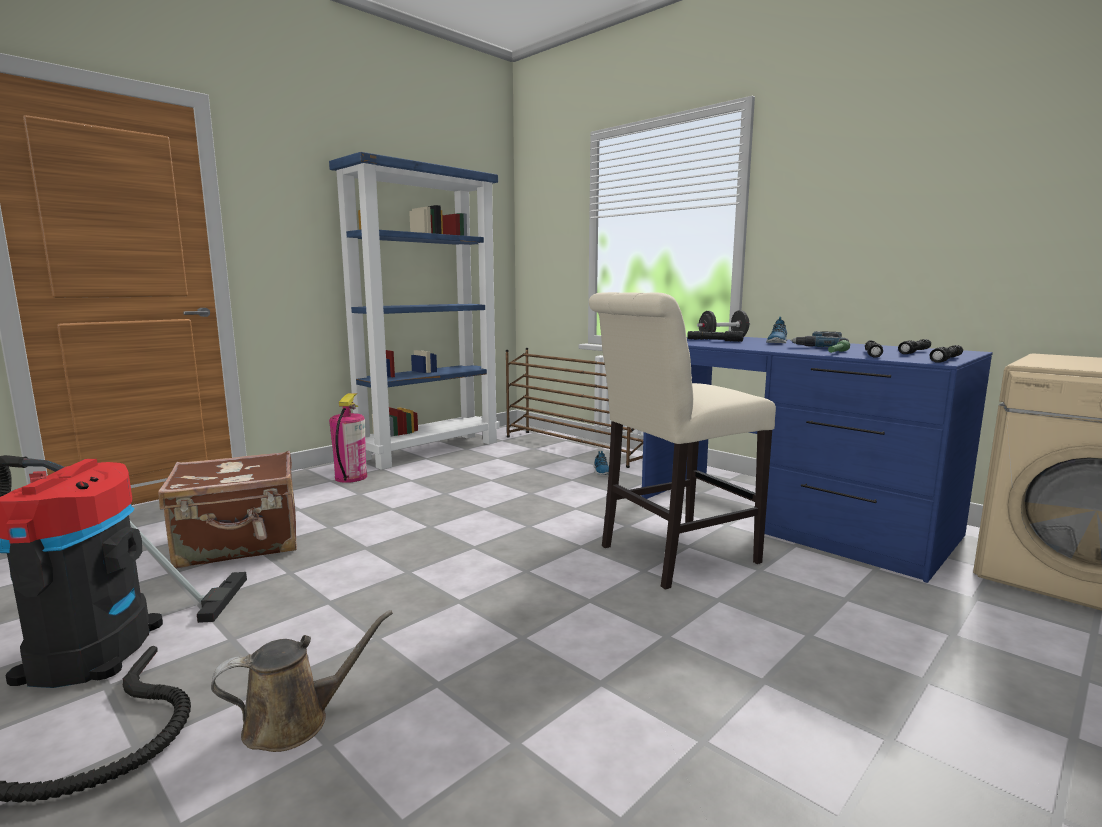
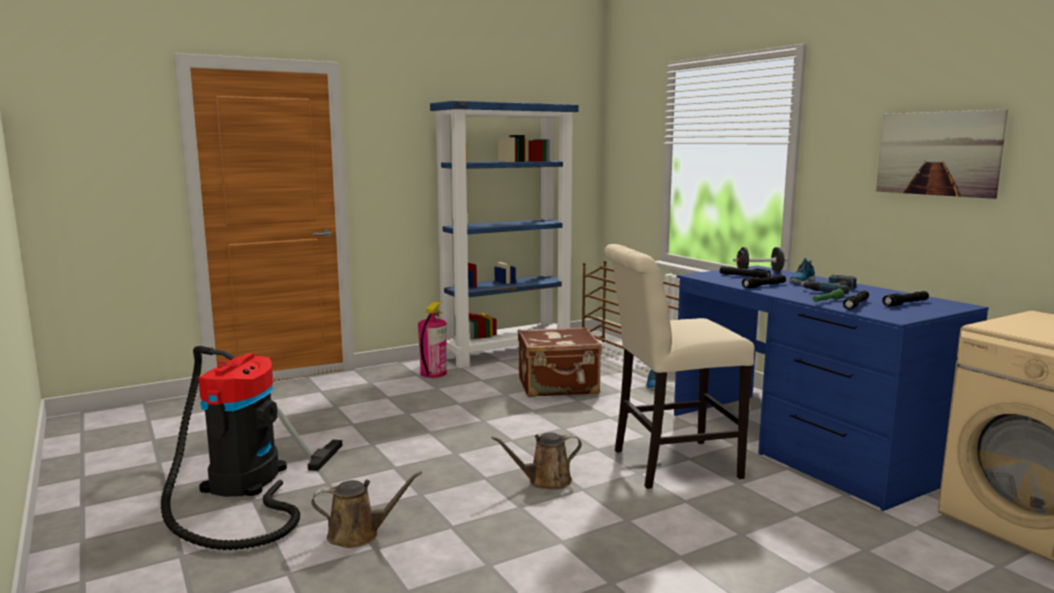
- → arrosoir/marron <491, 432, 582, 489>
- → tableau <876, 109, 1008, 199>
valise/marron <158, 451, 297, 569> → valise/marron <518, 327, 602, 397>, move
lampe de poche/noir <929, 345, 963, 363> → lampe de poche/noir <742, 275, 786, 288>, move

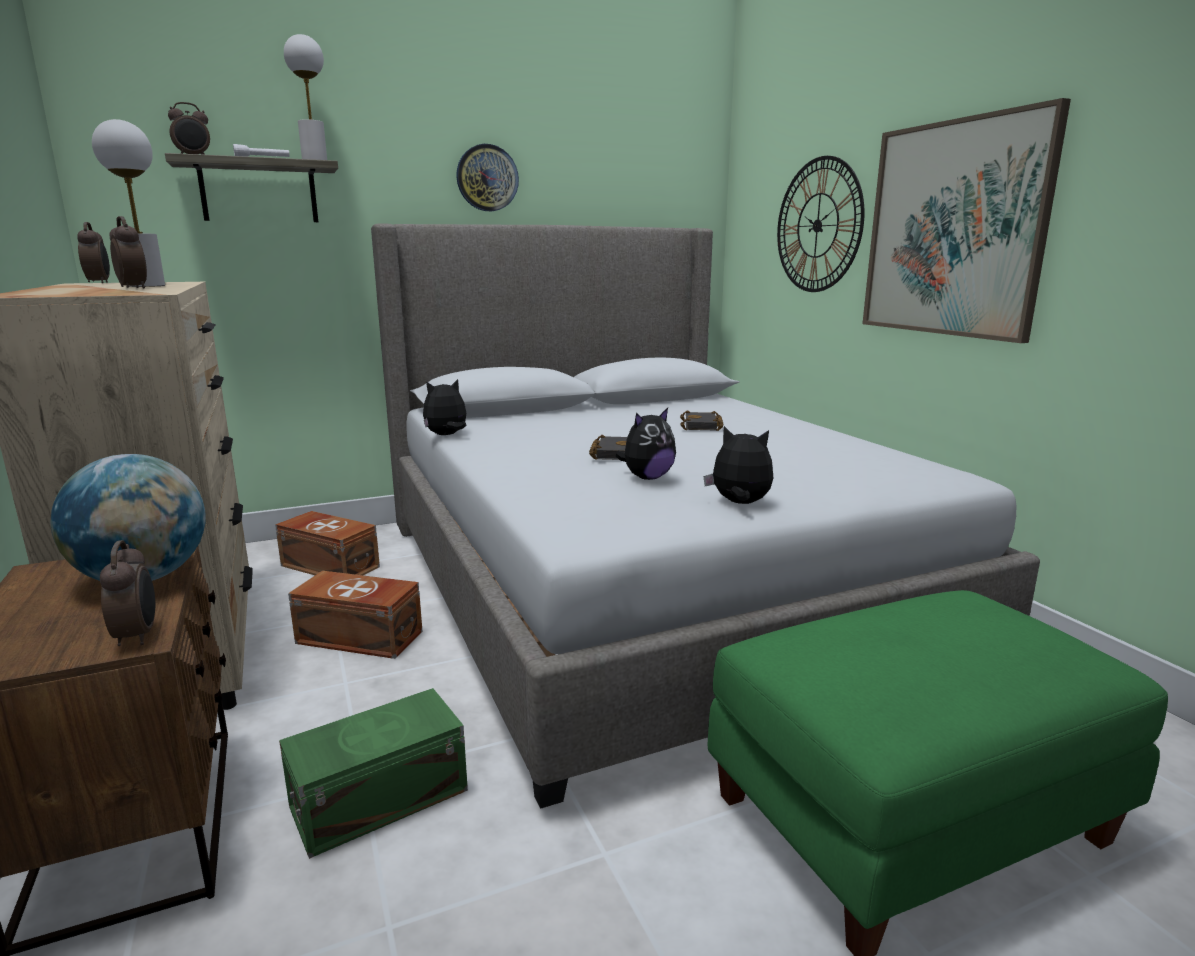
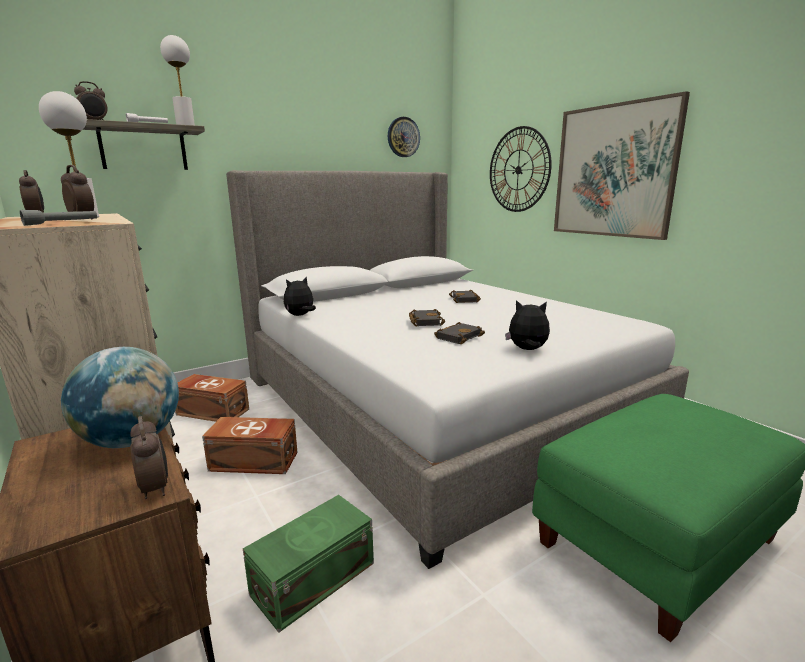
- → lampe de poche/gris <20, 210, 97, 226>
horloge murale <456, 144, 519, 211> → horloge murale <388, 117, 420, 157>, move
peluche <616, 408, 676, 480> → livre/noir <434, 322, 485, 344>

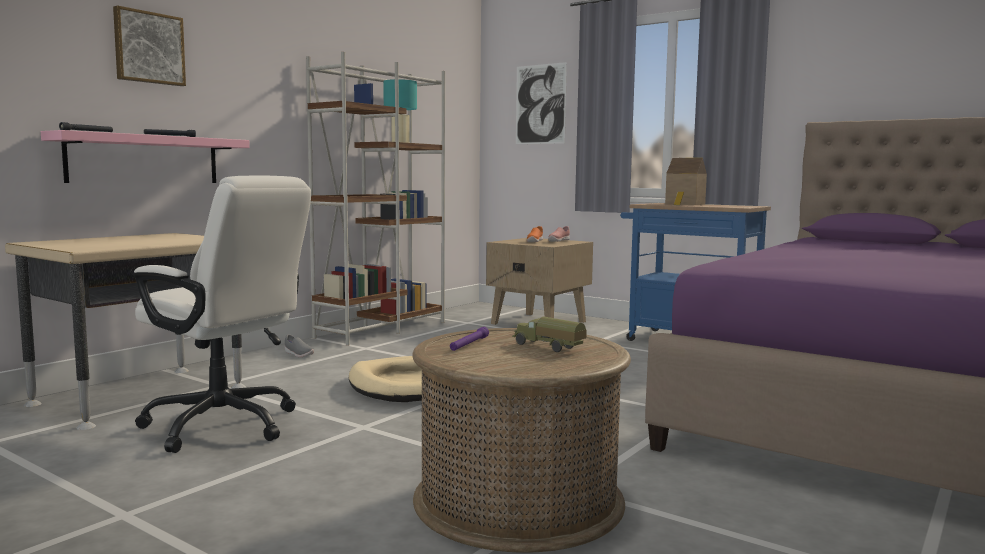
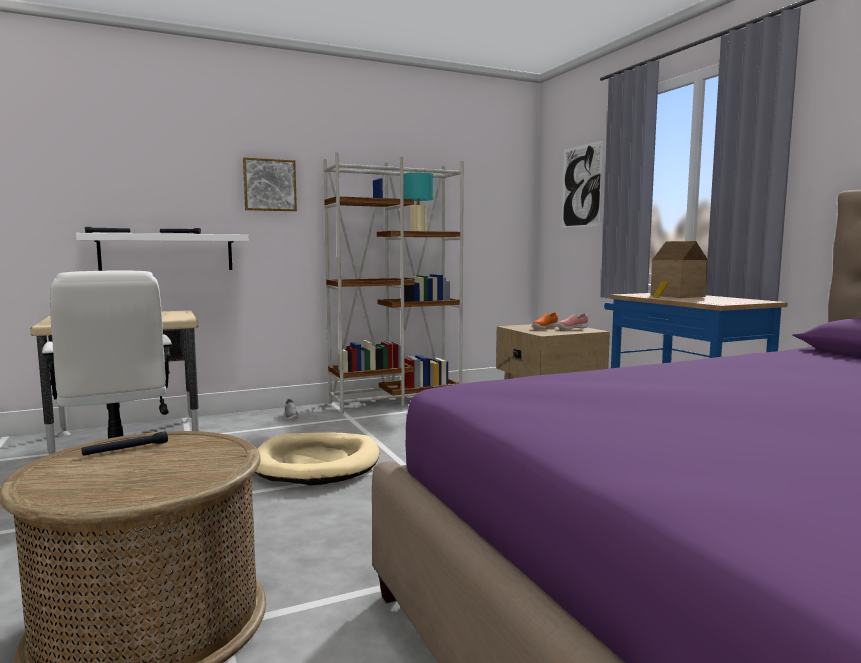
camion jouet <512, 317, 587, 352> → -
tableau <113, 6, 186, 86> → tableau <243, 157, 297, 211>, move
étagère/rose <41, 130, 250, 183> → étagère/blanc <76, 233, 248, 271>
lampe de poche/violet <450, 327, 489, 351> → lampe de poche/noir <82, 431, 168, 456>

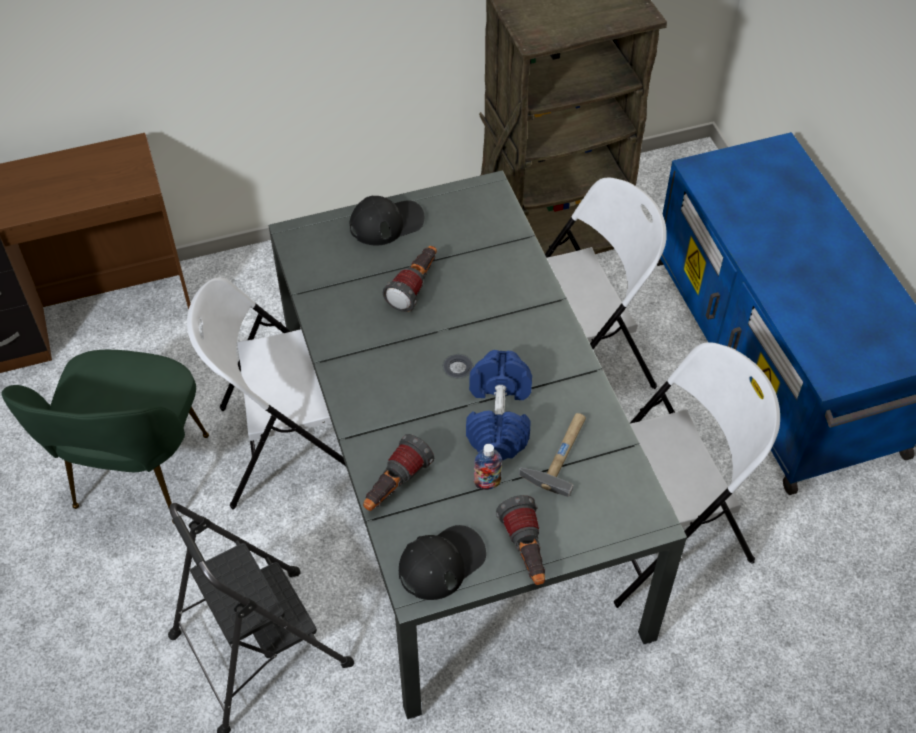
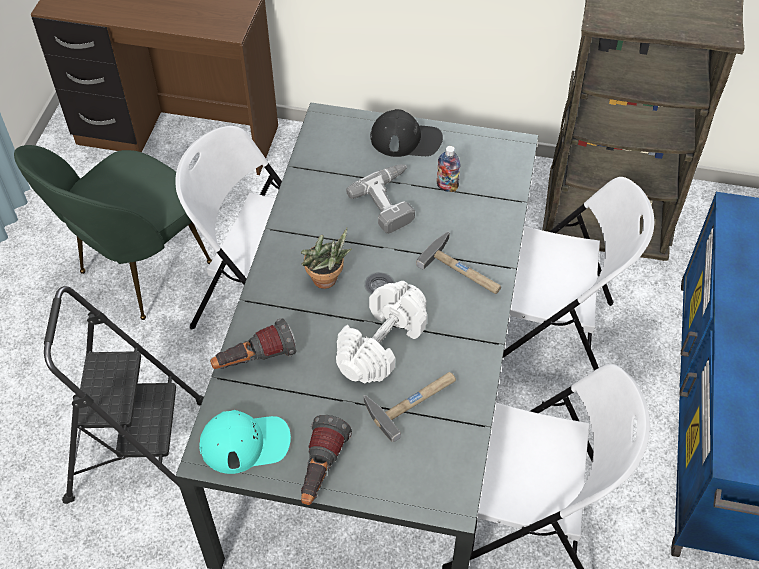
- → plante en pot <301, 228, 352, 289>
- → marteau <416, 231, 501, 294>
bouteille <474, 444, 502, 490> → bouteille <436, 146, 460, 192>, move
lampe de poche <382, 246, 437, 312> → perceuse <346, 164, 415, 234>
casquette/noir <399, 525, 486, 600> → casquette/turquoise <199, 410, 291, 474>
haltère/bleu <466, 350, 532, 460> → haltère/blanc <336, 281, 427, 384>

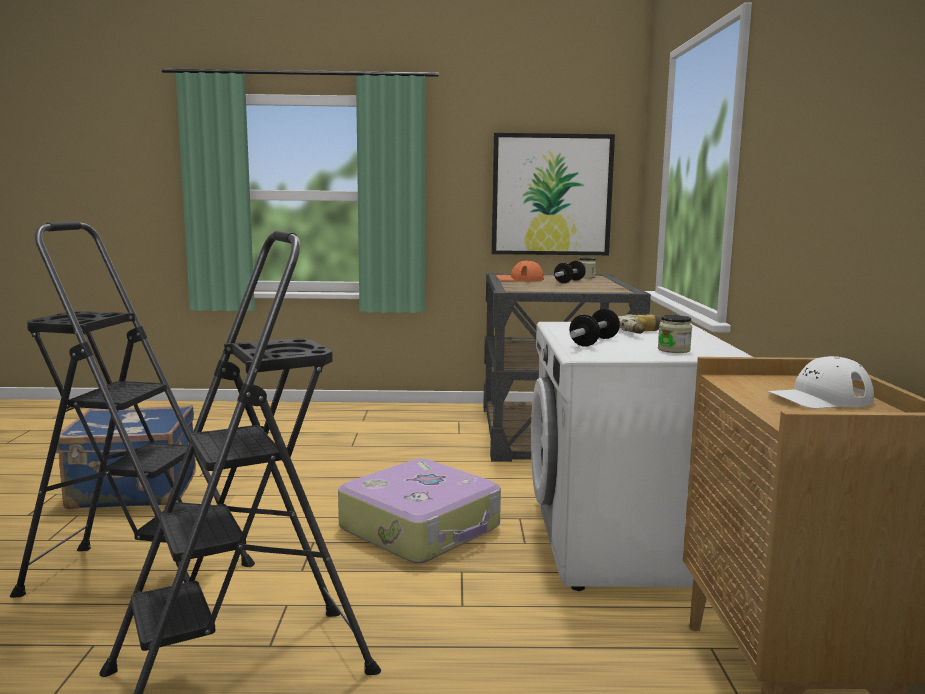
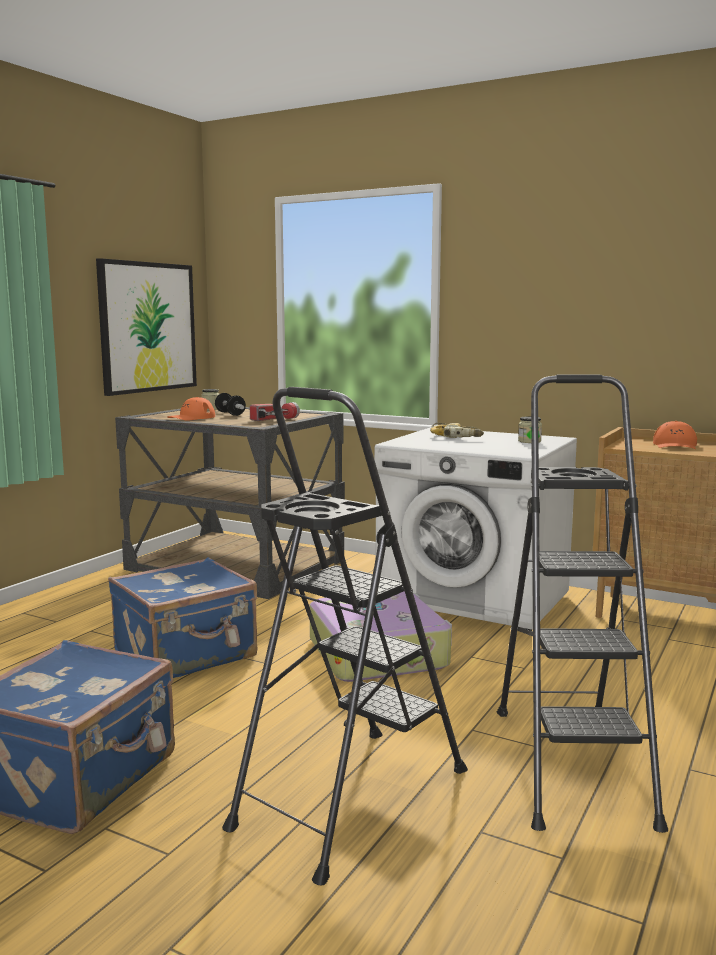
haltère <569, 309, 620, 347> → -
- → valise/bleu <108, 557, 258, 678>
- → lampe de poche <250, 402, 300, 421>
casquette/blanc <767, 356, 874, 409> → casquette/orange <653, 421, 697, 449>

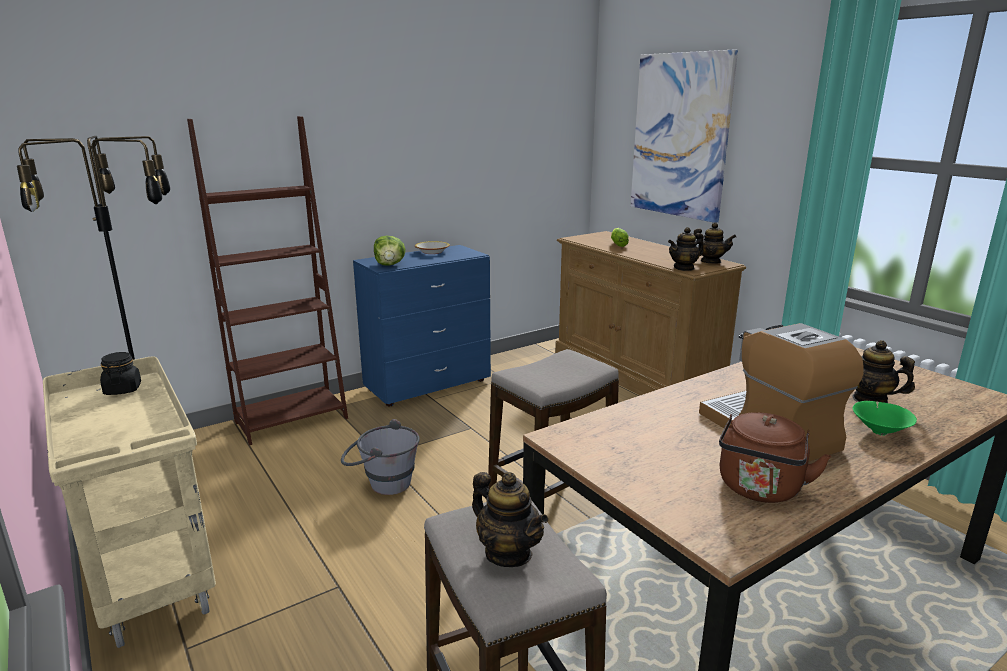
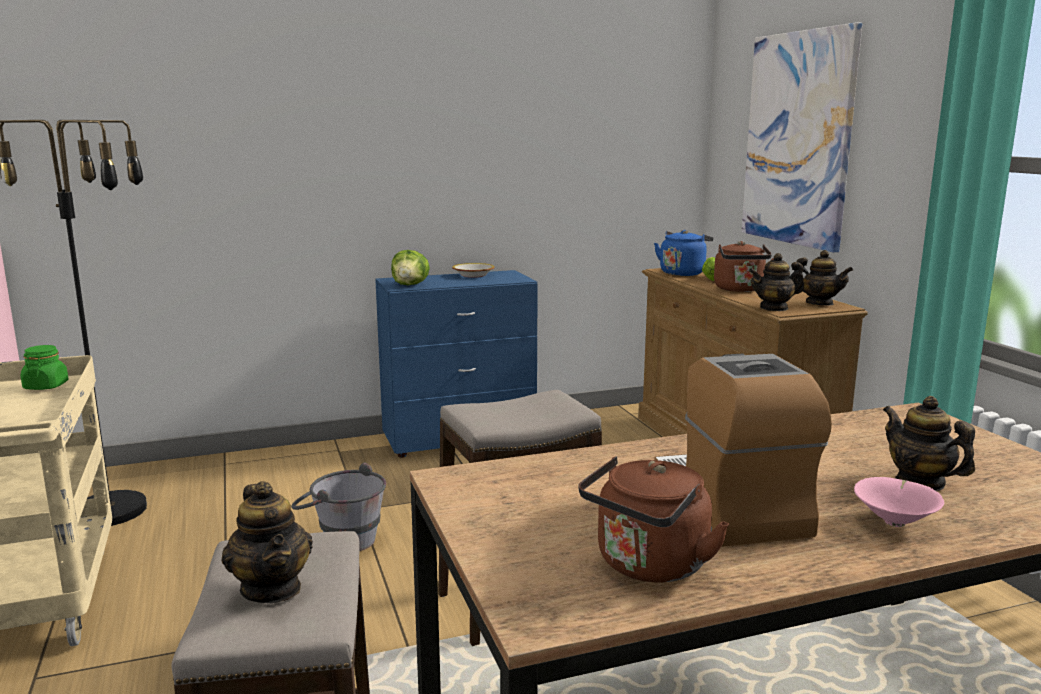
bibliothèque/marron <187, 116, 348, 445> → -
- → bouilloire/bleu <654, 230, 714, 276>
- → bouilloire/marron <714, 241, 774, 292>
bocal/noir <100, 352, 141, 395> → bocal/vert <21, 345, 69, 390>
bol/vert <852, 401, 917, 436> → bol/rose <854, 477, 944, 527>

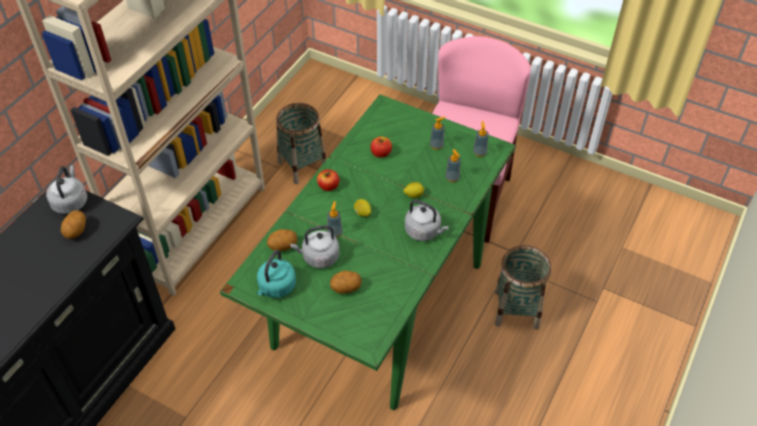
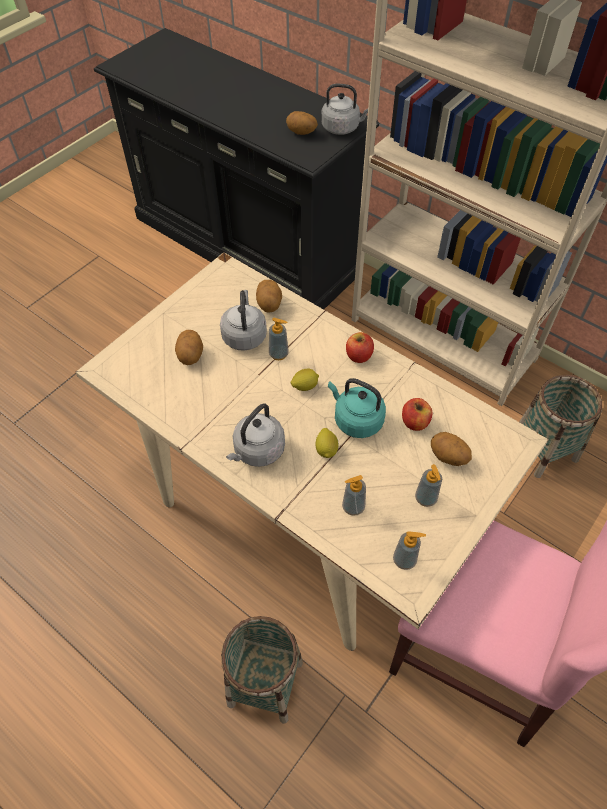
- → pomme de terre <431, 432, 472, 466>
bouilloire/turquoise <257, 250, 296, 298> → bouilloire/turquoise <328, 378, 386, 438>, move
table à manger/vert <220, 94, 516, 410> → table à manger/beige <76, 252, 549, 651>

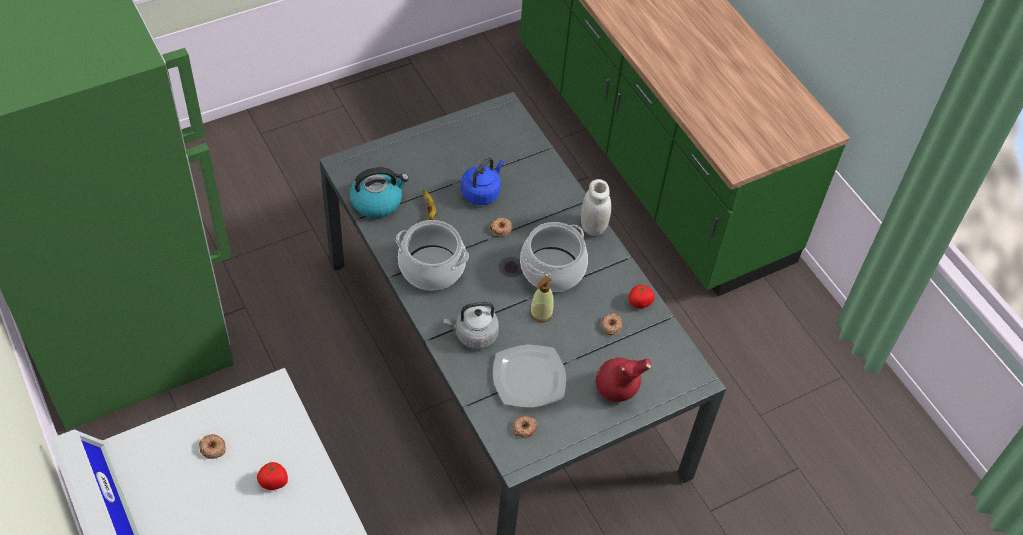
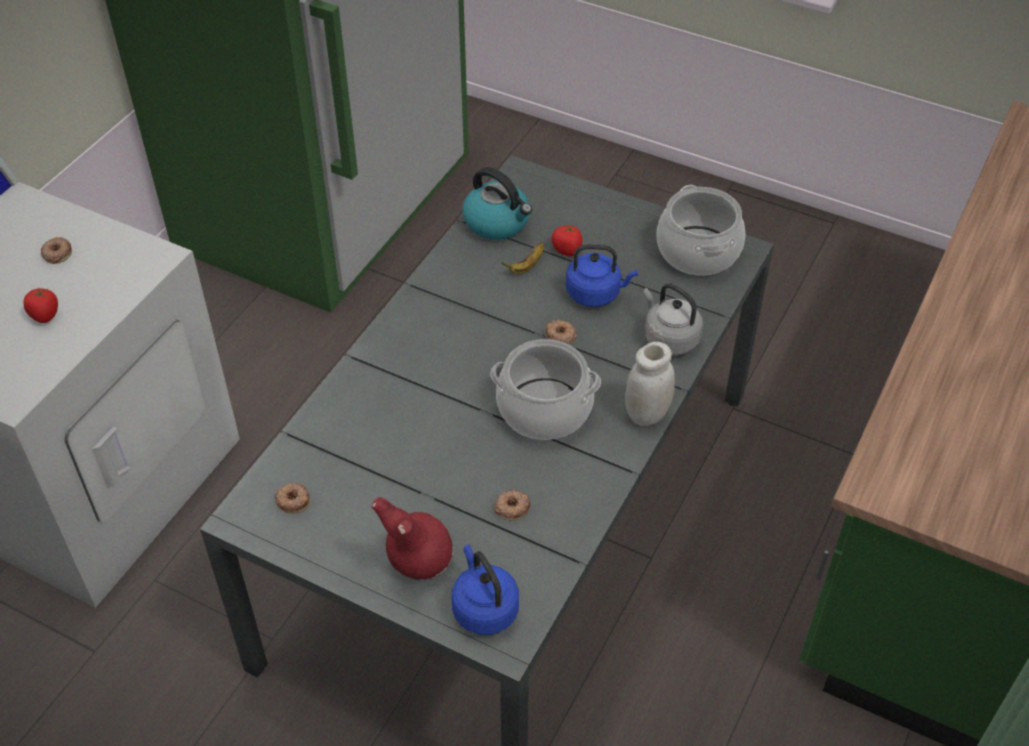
assiette <493, 345, 566, 407> → -
distributeur de savon <529, 275, 554, 322> → -
- → bouilloire/bleu <452, 544, 519, 635>
marmite <396, 220, 469, 291> → marmite <657, 185, 745, 276>, move
bouilloire/gris <443, 302, 499, 349> → bouilloire/gris <643, 283, 703, 355>, move
tomate <628, 285, 655, 309> → tomate <552, 225, 582, 256>, move

